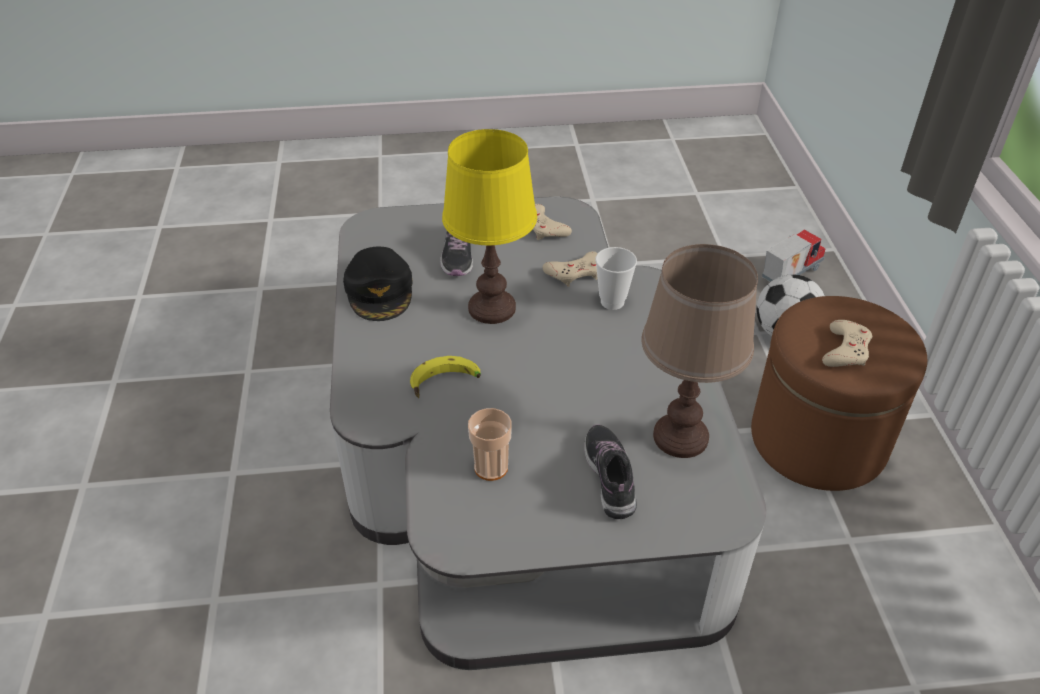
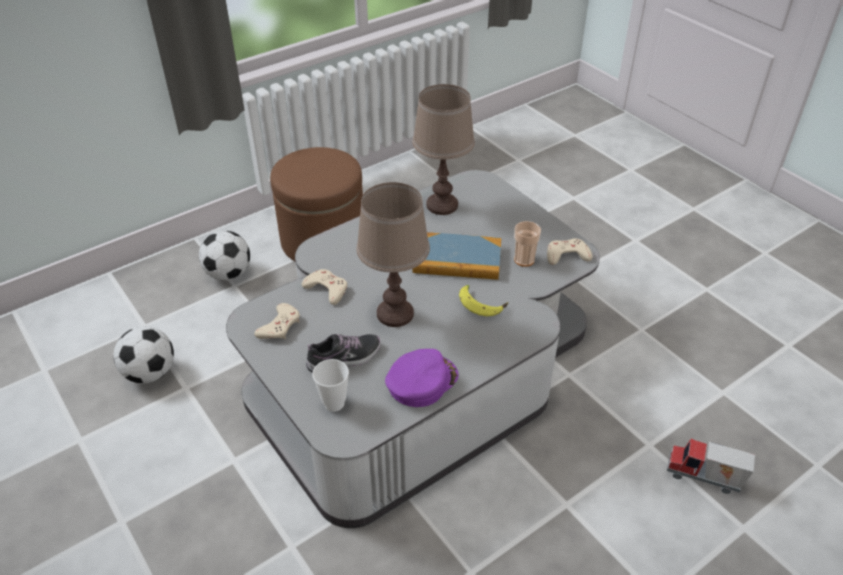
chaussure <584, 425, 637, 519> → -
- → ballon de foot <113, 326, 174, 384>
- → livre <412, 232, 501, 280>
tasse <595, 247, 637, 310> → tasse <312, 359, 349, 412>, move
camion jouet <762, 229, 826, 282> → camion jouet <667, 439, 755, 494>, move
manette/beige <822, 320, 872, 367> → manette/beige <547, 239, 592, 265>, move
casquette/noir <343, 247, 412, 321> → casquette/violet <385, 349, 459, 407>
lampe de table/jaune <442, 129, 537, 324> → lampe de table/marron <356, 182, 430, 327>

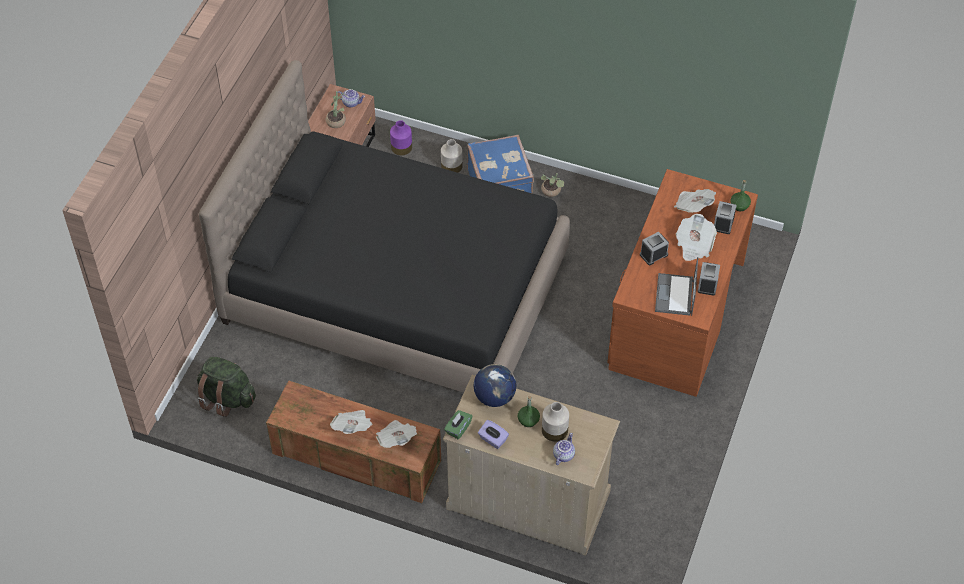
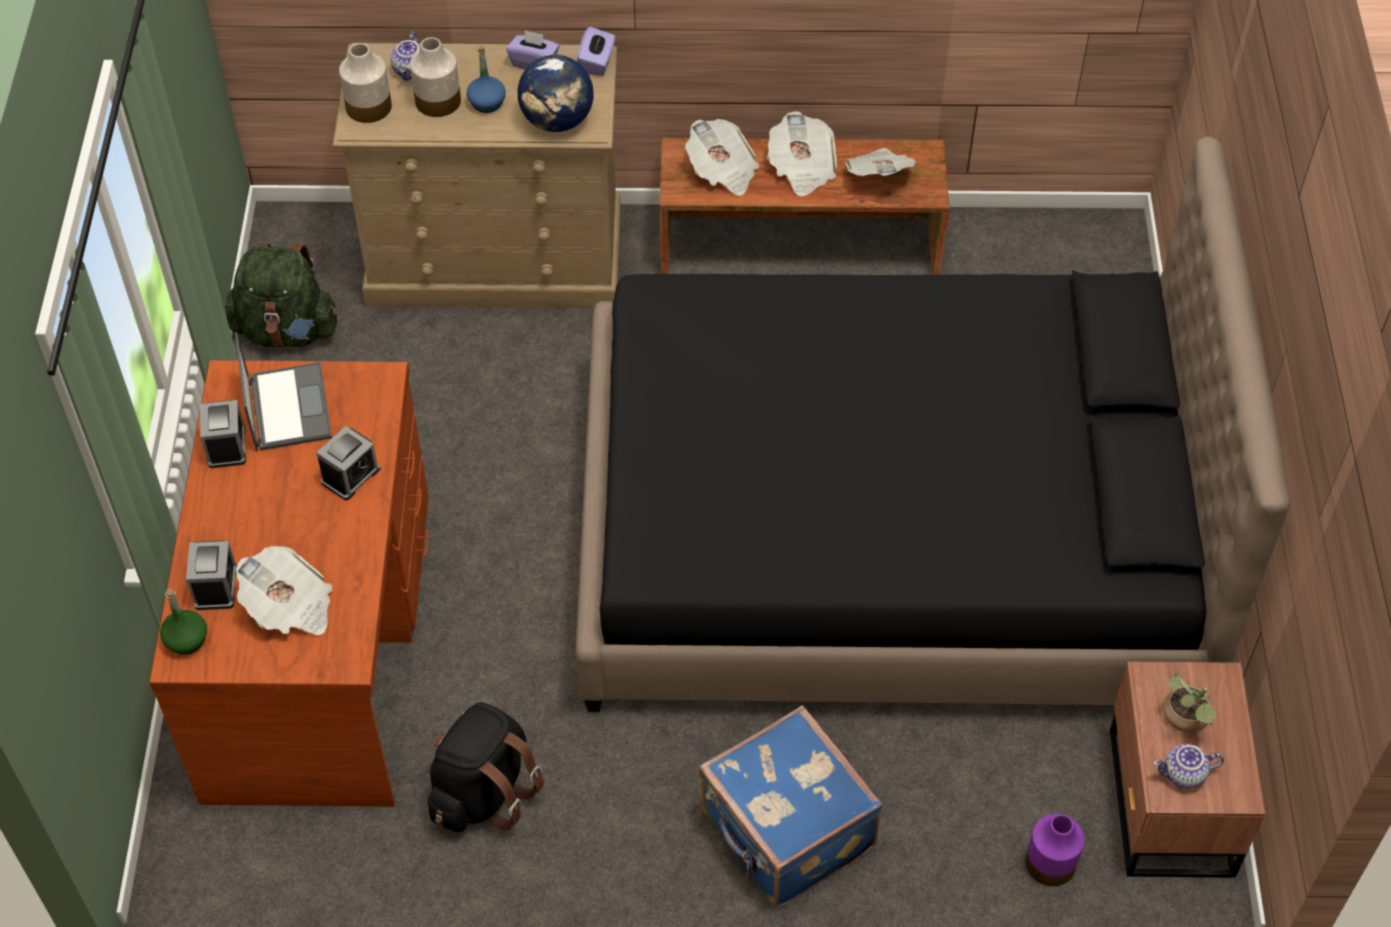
plante en pot <541, 173, 564, 197> → -
- → sac à dos/noir <427, 702, 544, 832>
sac à dos/vert <197, 357, 256, 417> → sac à dos/vert <226, 243, 339, 348>, move
vase/beige <441, 139, 463, 173> → vase/beige <339, 43, 392, 123>, move
journal <676, 214, 717, 261> → journal <846, 148, 916, 176>, move
boîte à mouchoirs/vert <444, 410, 472, 439> → boîte à mouchoirs/violet <577, 27, 615, 76>
bouteille/vert <518, 396, 540, 427> → bouteille/bleu <467, 46, 506, 113>

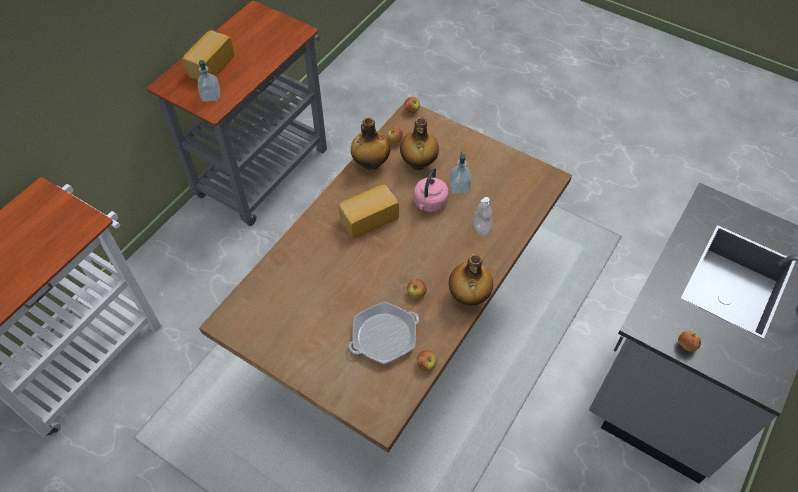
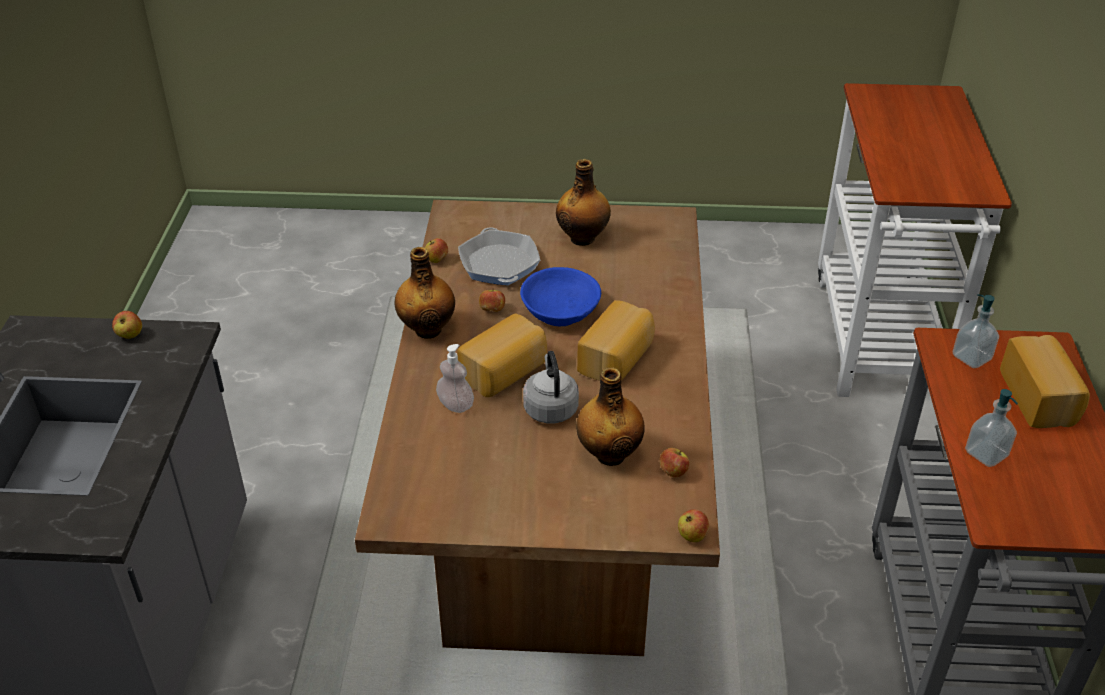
- → pain <457, 313, 547, 397>
- → bol/bleu <520, 267, 601, 326>
bouteille <351, 117, 390, 170> → bouteille <556, 159, 611, 246>, move
distributeur de savon <449, 152, 472, 194> → distributeur de savon <965, 389, 1018, 467>, move
bouilloire/rose <414, 168, 449, 212> → bouilloire/gris <523, 351, 579, 423>
poêle <349, 302, 419, 364> → poêle <458, 227, 540, 285>, 45 degrees counterclockwise

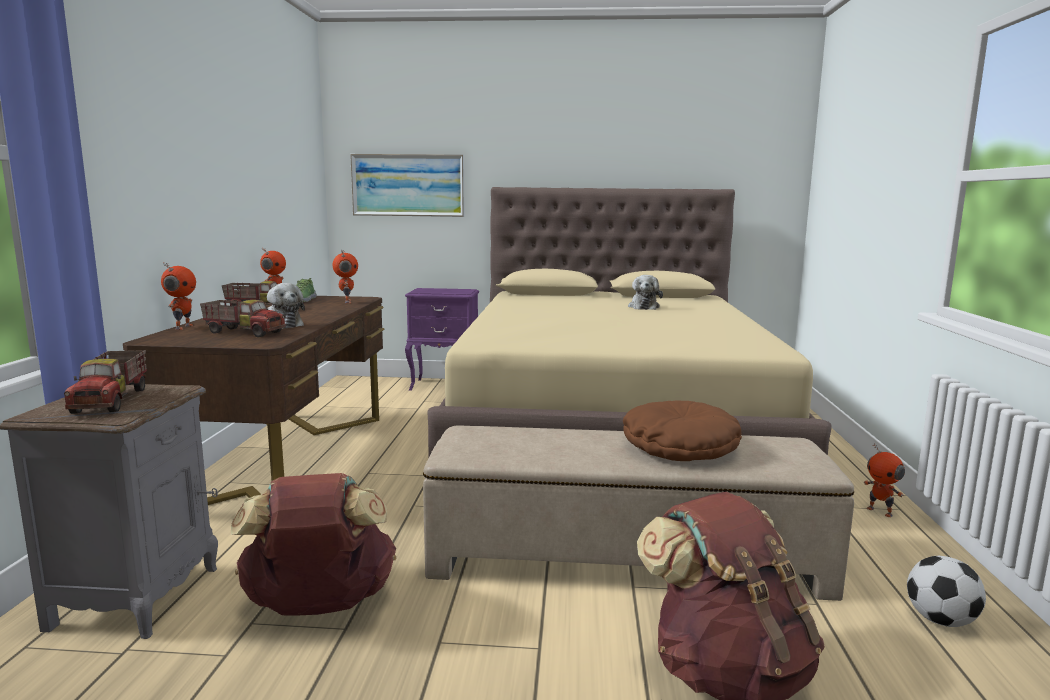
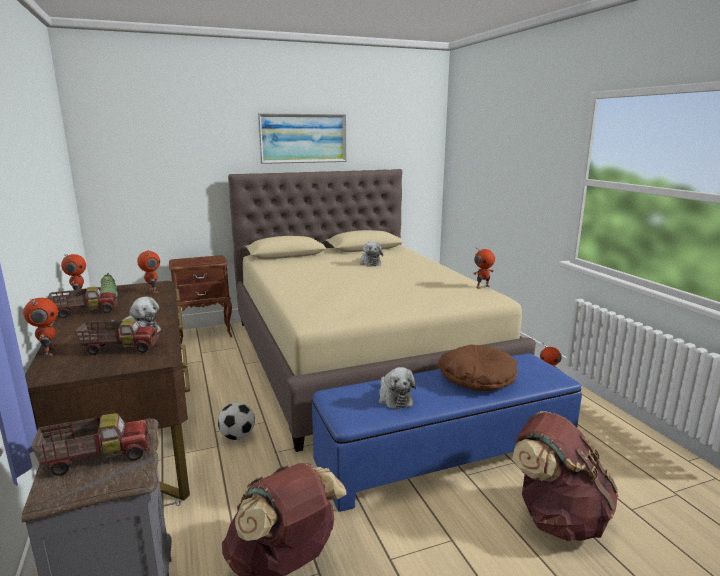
- → peluche <379, 367, 416, 409>
- → robot jouet <473, 247, 495, 289>
tableau <350, 154, 465, 217> → tableau <258, 113, 346, 164>, move
ballon de foot <907, 556, 986, 627> → ballon de foot <218, 403, 255, 440>, move
table de chevet/violet <405, 288, 479, 391> → table de chevet/marron <169, 255, 232, 344>
banc/beige <423, 426, 854, 601> → banc/bleu <312, 353, 582, 512>
camion jouet <64, 350, 147, 414> → camion jouet <31, 413, 151, 476>, 75 degrees counterclockwise

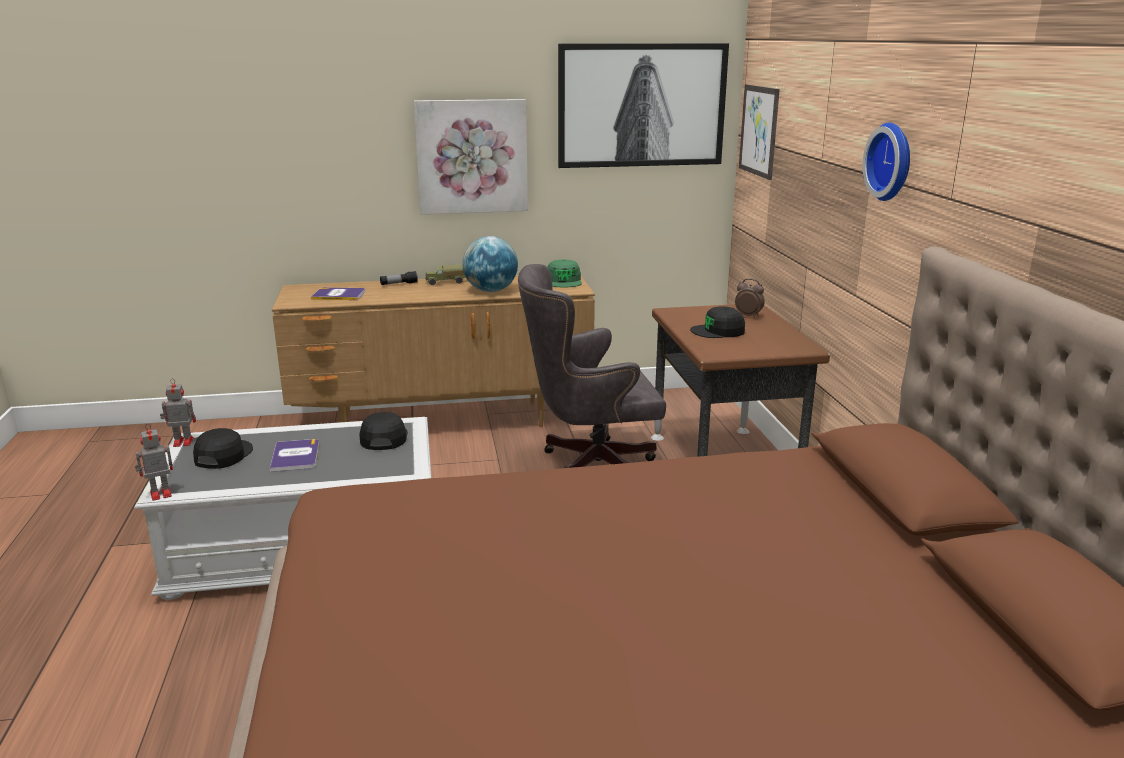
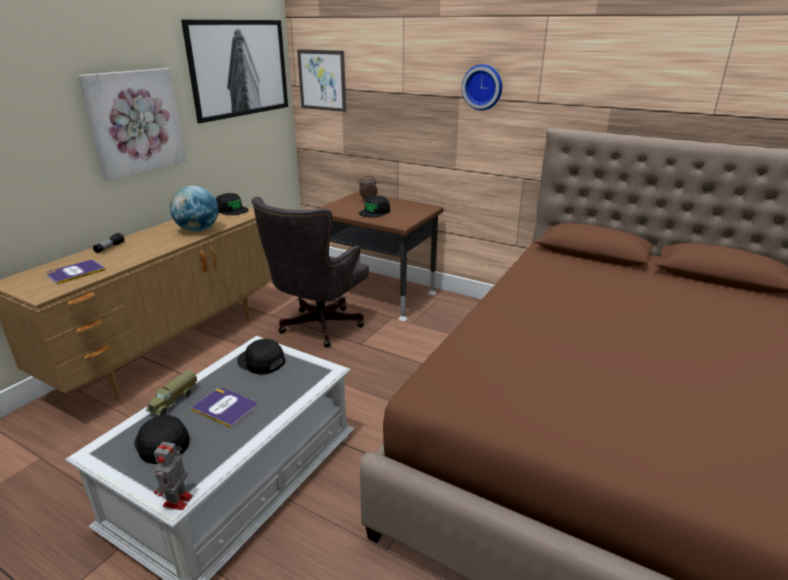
robot jouet <160, 378, 196, 447> → -
camion jouet <425, 264, 466, 285> → camion jouet <146, 370, 197, 416>, move
casquette/vert <548, 260, 582, 287> → casquette/noir <216, 193, 249, 215>

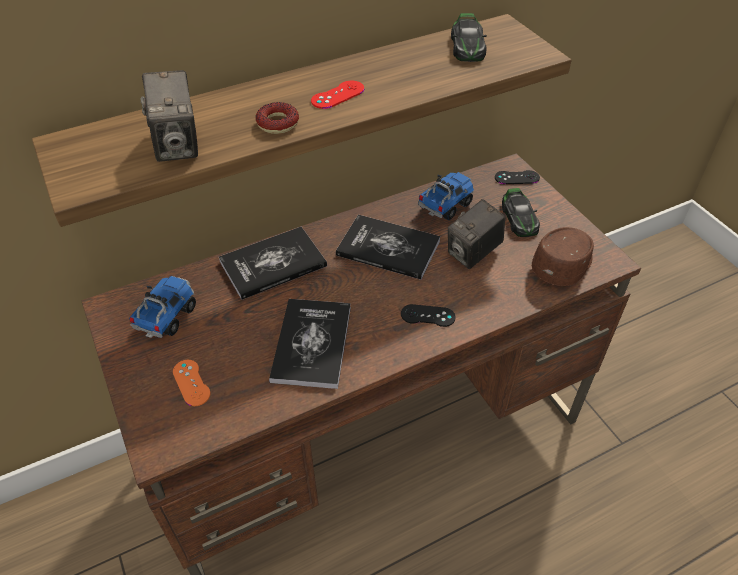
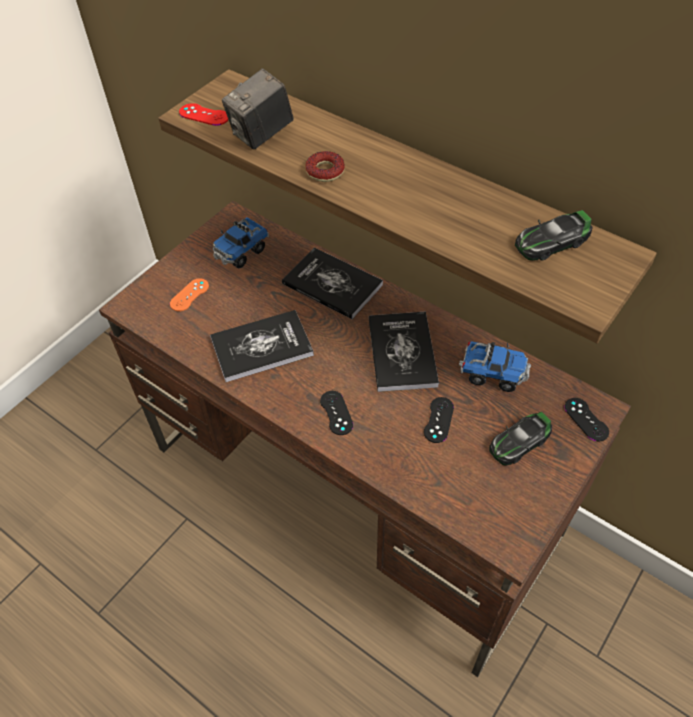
casquette/marron <532, 227, 594, 286> → -
manette/rouge <311, 81, 364, 109> → manette/rouge <179, 103, 229, 126>, move
appareil photo <448, 199, 505, 269> → manette/noir <424, 397, 454, 443>
camion jouet <129, 276, 196, 338> → camion jouet <213, 217, 269, 268>, 135 degrees clockwise

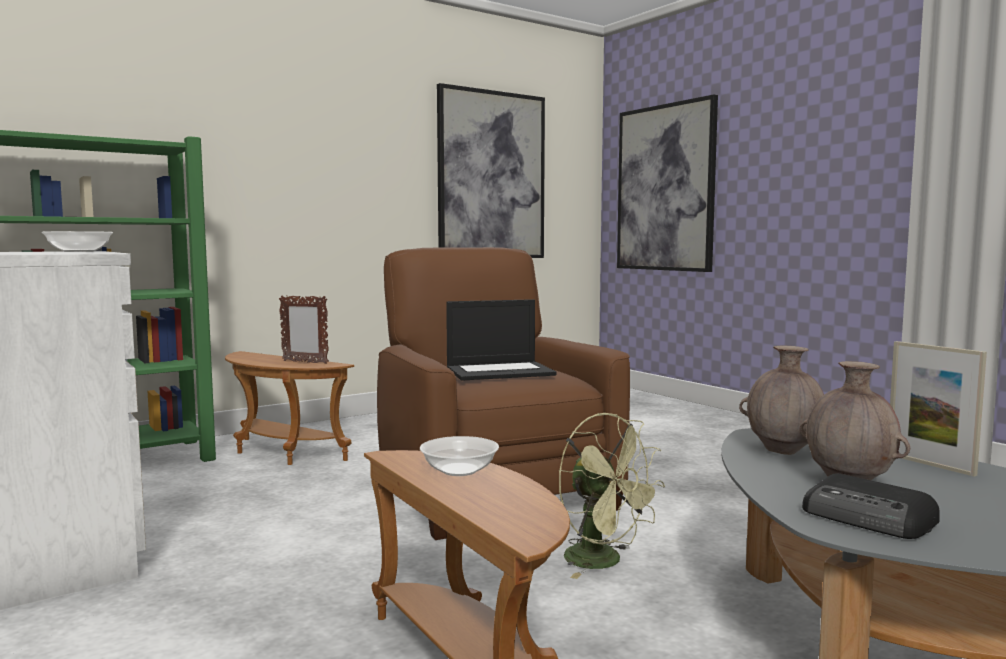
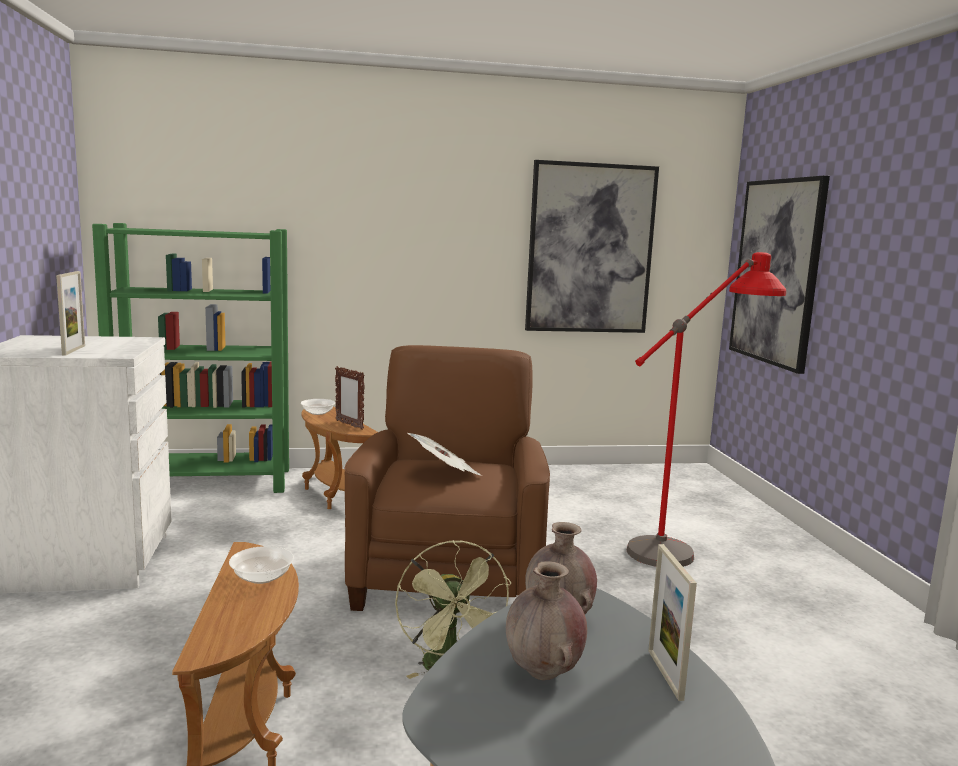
radio <802, 473, 940, 539> → -
- → cadre photo <56, 271, 85, 355>
- → lampadaire/rouge <627, 252, 786, 567>
bol <42, 231, 113, 252> → bol <301, 399, 335, 415>, move
ordinateur portable <446, 299, 557, 381> → journal <408, 433, 483, 476>

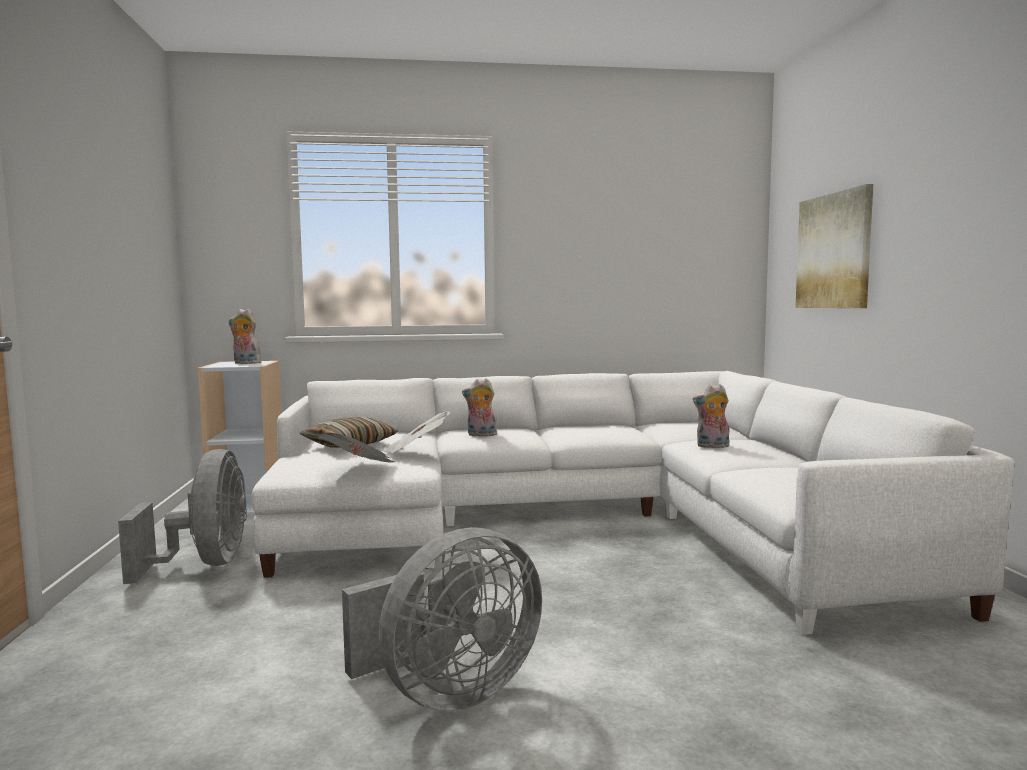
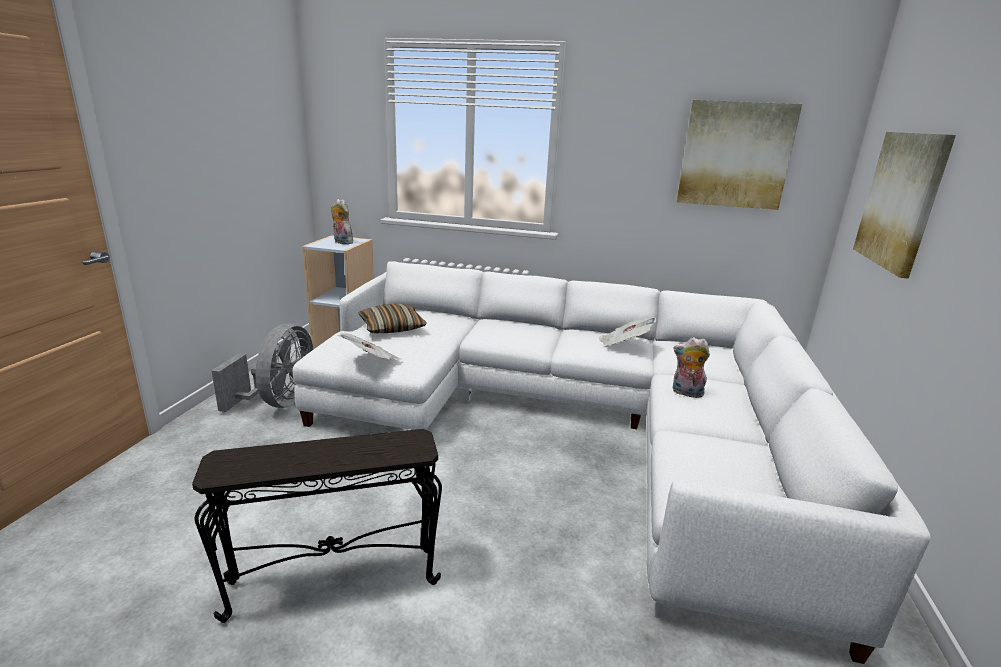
peluche <462, 378, 499, 436> → -
- → tableau <677, 100, 802, 210>
journal <382, 411, 450, 454> → journal <598, 316, 657, 346>, move
ventilateur/gris <342, 527, 542, 712> → table d'appoint/noir <192, 429, 442, 623>

